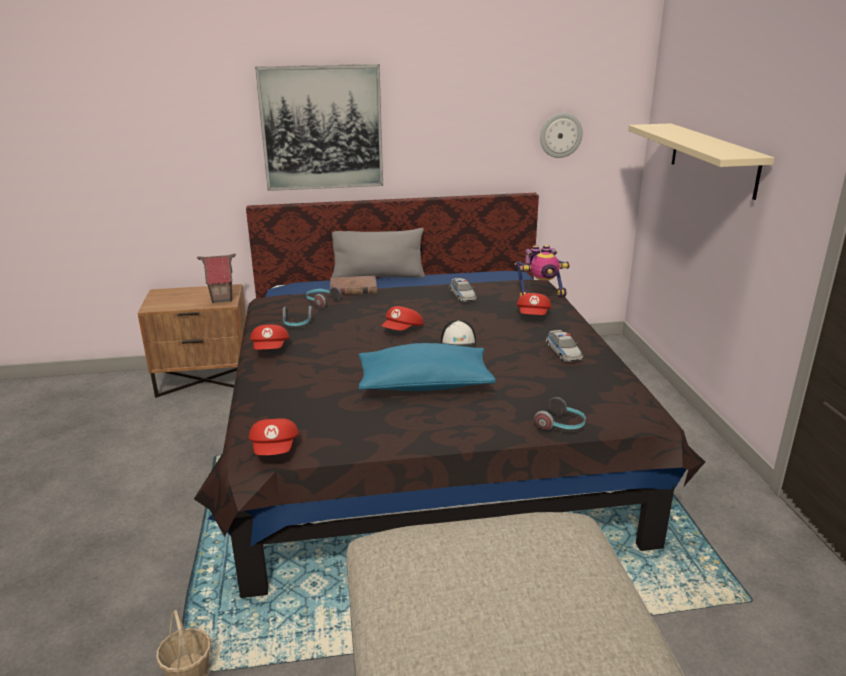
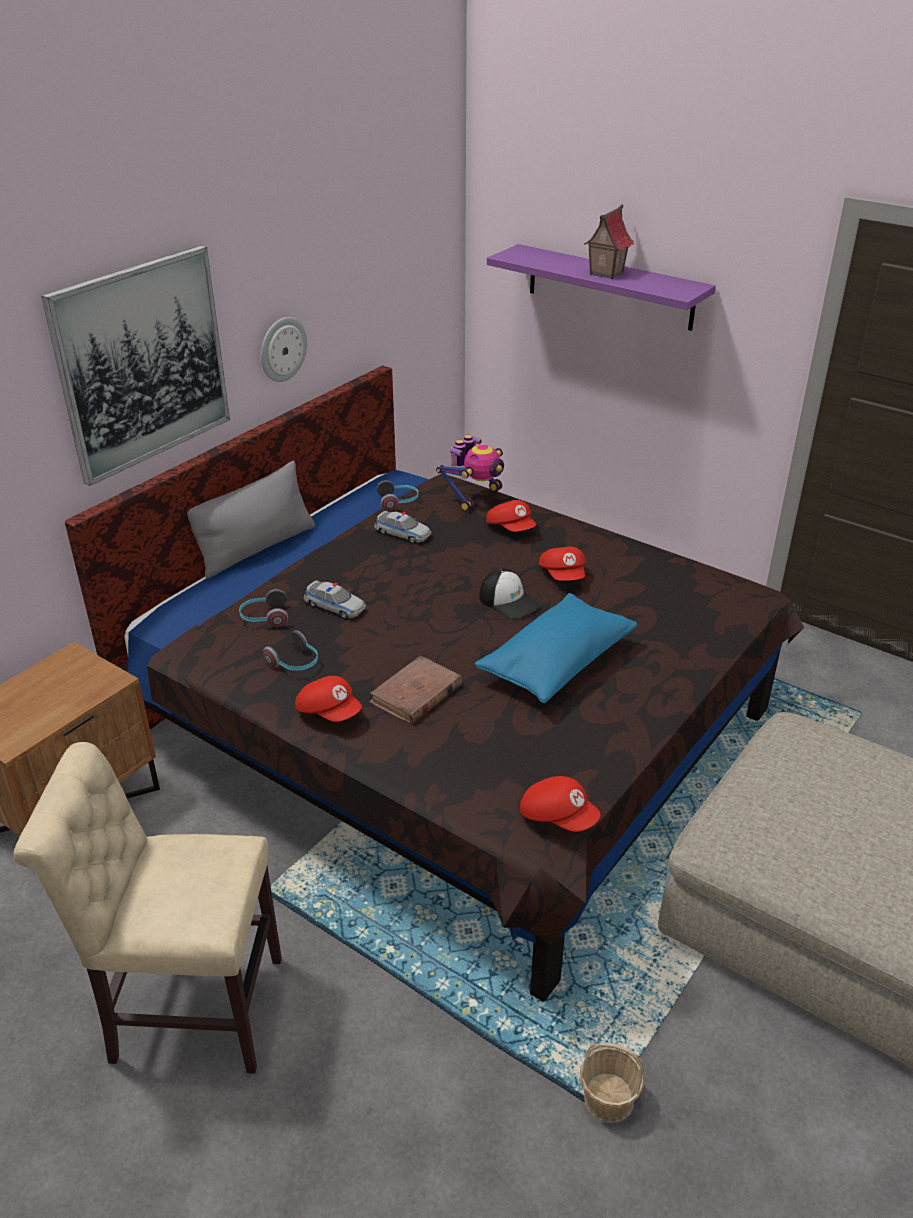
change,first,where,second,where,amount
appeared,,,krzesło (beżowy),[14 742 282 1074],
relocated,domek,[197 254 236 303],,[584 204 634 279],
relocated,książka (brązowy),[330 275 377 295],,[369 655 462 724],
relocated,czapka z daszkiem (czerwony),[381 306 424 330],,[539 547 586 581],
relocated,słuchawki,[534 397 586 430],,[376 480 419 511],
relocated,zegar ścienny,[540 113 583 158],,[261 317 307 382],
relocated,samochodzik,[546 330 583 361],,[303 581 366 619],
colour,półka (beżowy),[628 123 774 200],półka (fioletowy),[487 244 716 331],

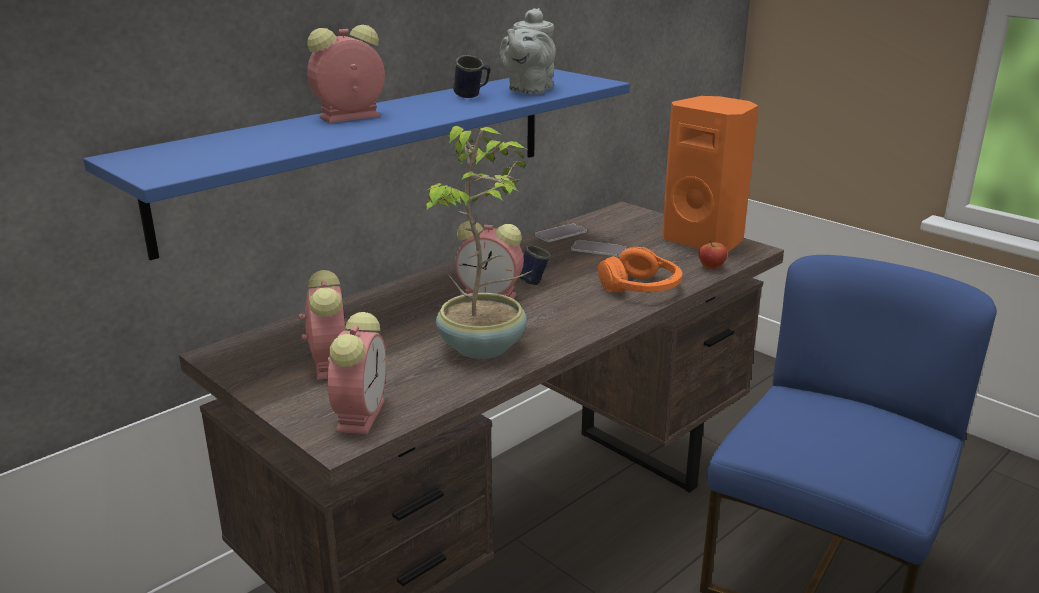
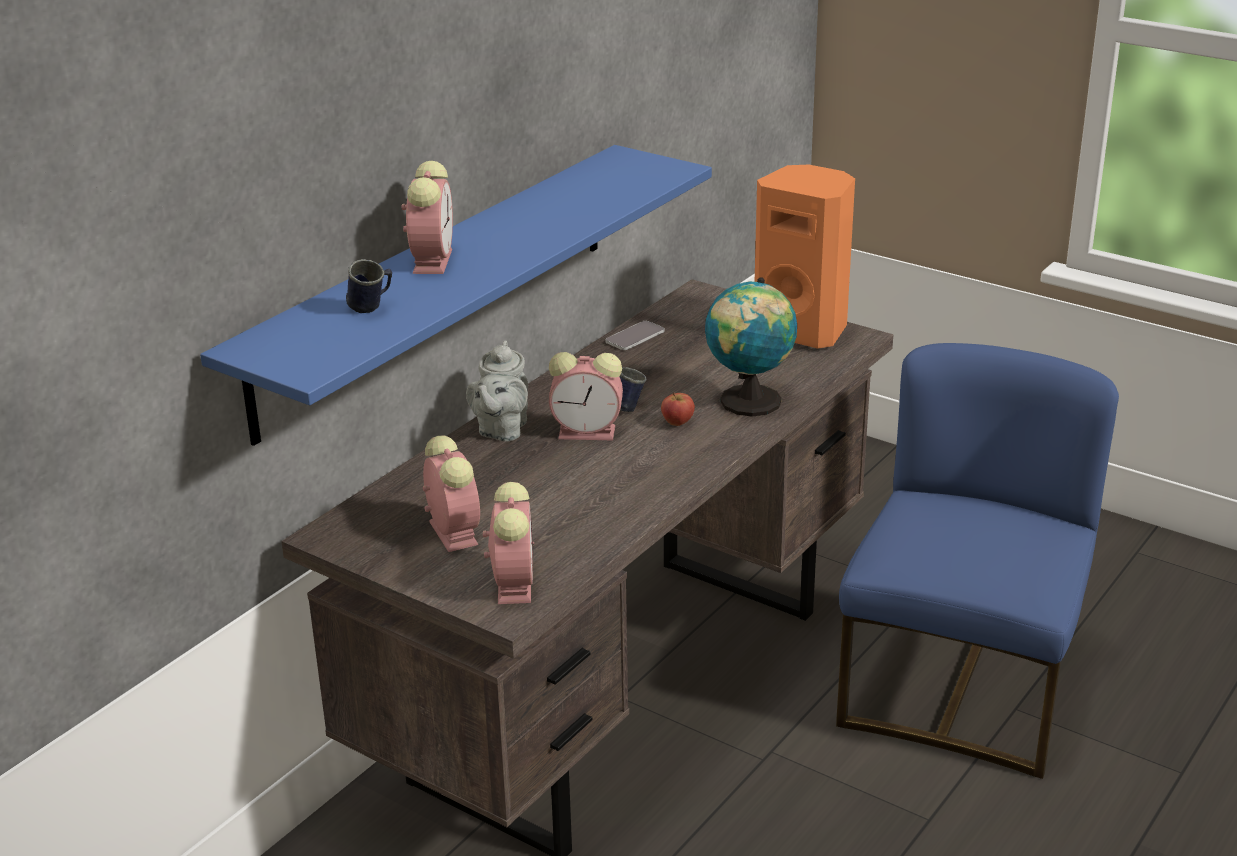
change,first,where,second,where,amount
missing,roślina doniczkowa,[420 125 532 359],,,
missing,telefon,[571 240 627 257],,,
relocated,kubek (niebieski),[453 55 491 98],,[346 259 392 313],
relocated,imbryk (szary),[500 8 556 94],,[466 341 528 442],
relocated,jabłko,[699 240 727 269],,[661 393 695 426],
exchanged,słuchawki (pomarańczowy),[598 247 682 292],globus,[705 277 797 417],
spun,budzik,[307 25 385 123],,[401 160 453 274],135 degrees clockwise

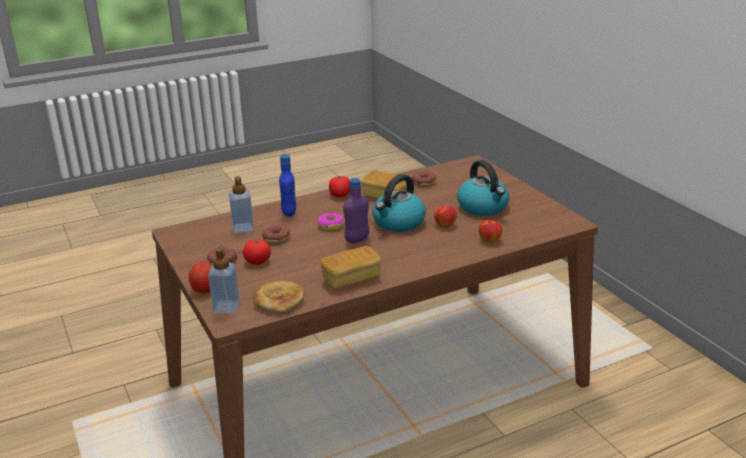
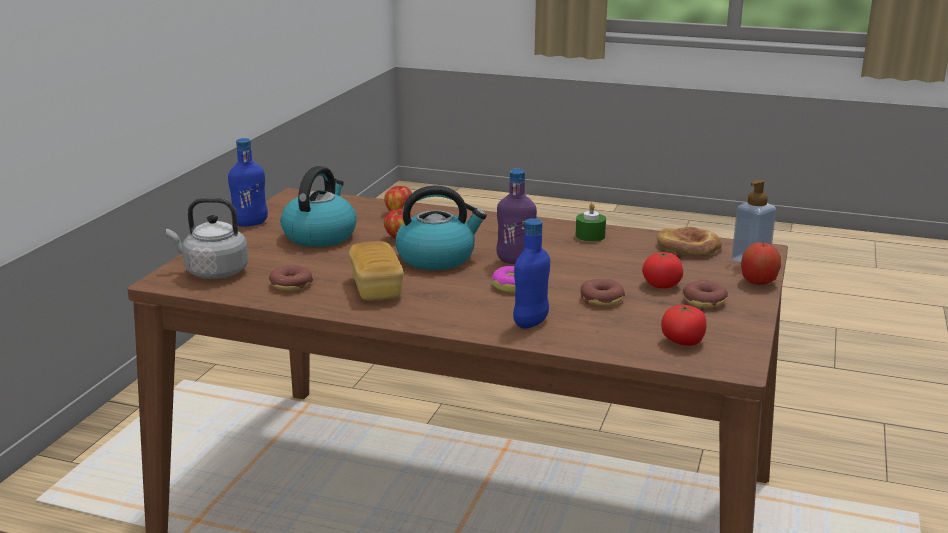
change,first,where,second,where,amount
missing,dozownik mydła,[229 176 254 233],,,
appeared,,,czajnik (szary),[166 198 248 279],
appeared,,,butelka (niebieski),[228 138 268 227],
relocated,pomidor,[329 175 350 197],,[661 304 707 346],
exchanged,chleb,[321 246 381 289],świeca (zielony),[575 202 606 242],

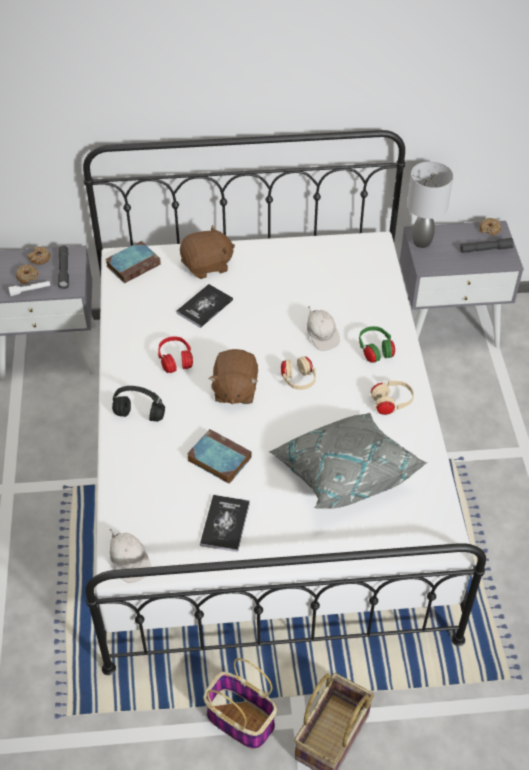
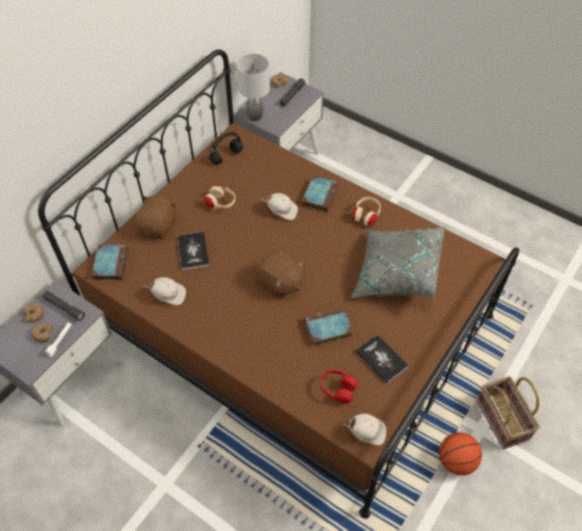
change,first,where,second,where,amount
appeared,,,czapka z daszkiem (biały),[144 277 186 305],
relocated,słuchawki (czarny),[112 386 165 422],,[209 132 243 164],
relocated,słuchawki (czerwony),[158 336 193 373],,[320 370 359 404],
relocated,słuchawki (beżowy),[281 356 316 390],,[204 185 235 208],
exchanged,koszyk,[204 658 277 749],piłka do koszykówki,[439 432 482 475],
exchanged,słuchawki (zielony),[359 326 395 363],książka,[302 176 339 212],
colour,łóżko (biały),[83 130 486 675],łóżko (brązowy),[38 50 519 519],

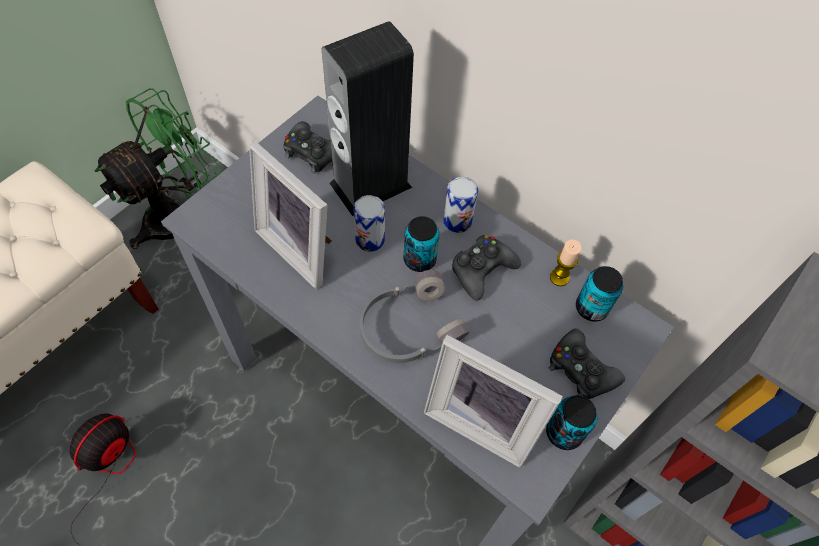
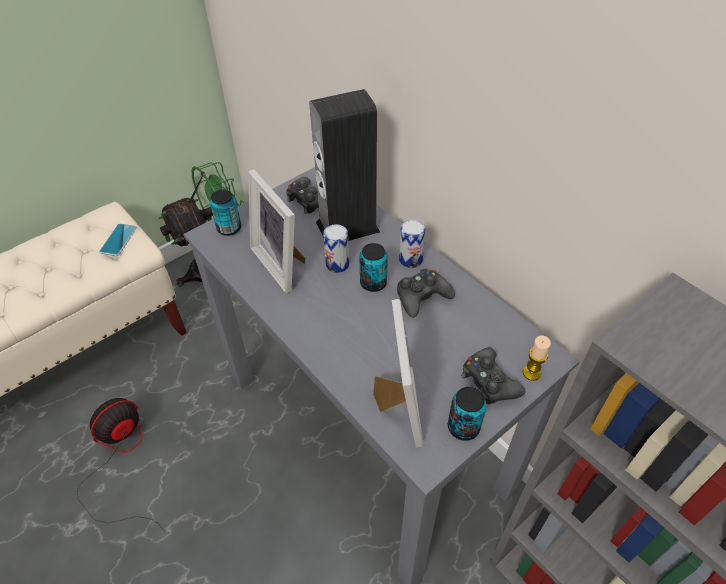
change,first,where,second,where,amount
missing,słuchawki (szary),[360 270 470 363],,,
appeared,,,telefon,[99 224 137 256],
relocated,świeca,[550 239 582 286],,[523 335 551 381],
relocated,puszka,[576 266 623 321],,[210 189 241 236],
spun,ramka na zdjęcie,[424 335 563 468],,[373 299 424 448],135 degrees counterclockwise

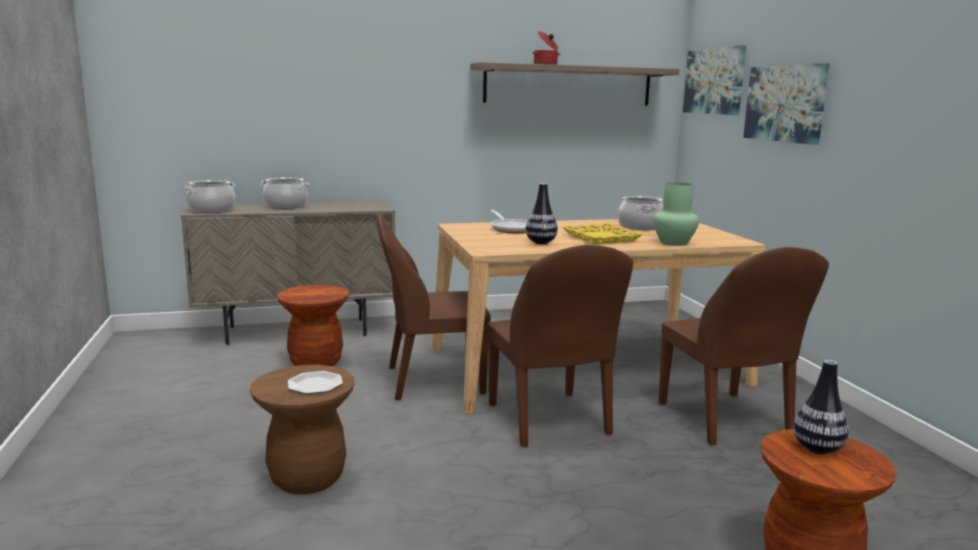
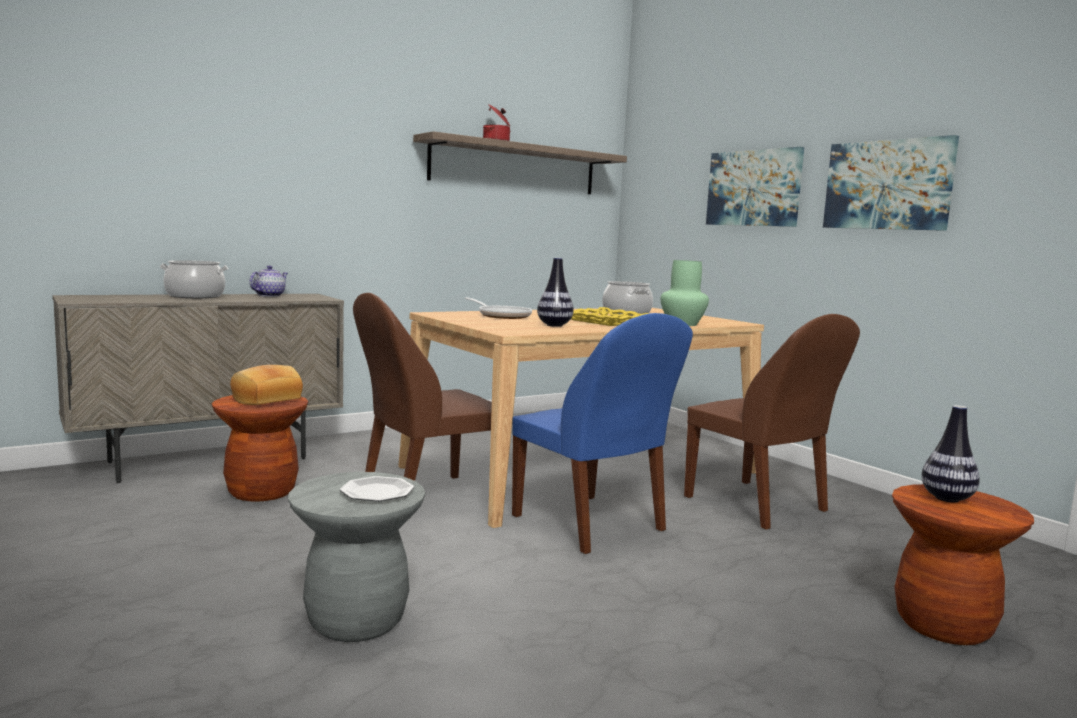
change,first,where,second,where,amount
missing,garnek,[184 180 236 213],,,
appeared,,,chleb,[230 365 303 405],
appeared,,,imbryk,[249 265 288 297],
relocated,obraz,[683 45 746 115],,[823 135 959 231],
colour,stołek (brązowy),[250 365 355 494],stołek (szary),[288 472 425 642],
colour,krzesło (brązowy),[487 245 634 447],krzesło (niebieski),[512 313 693 554],

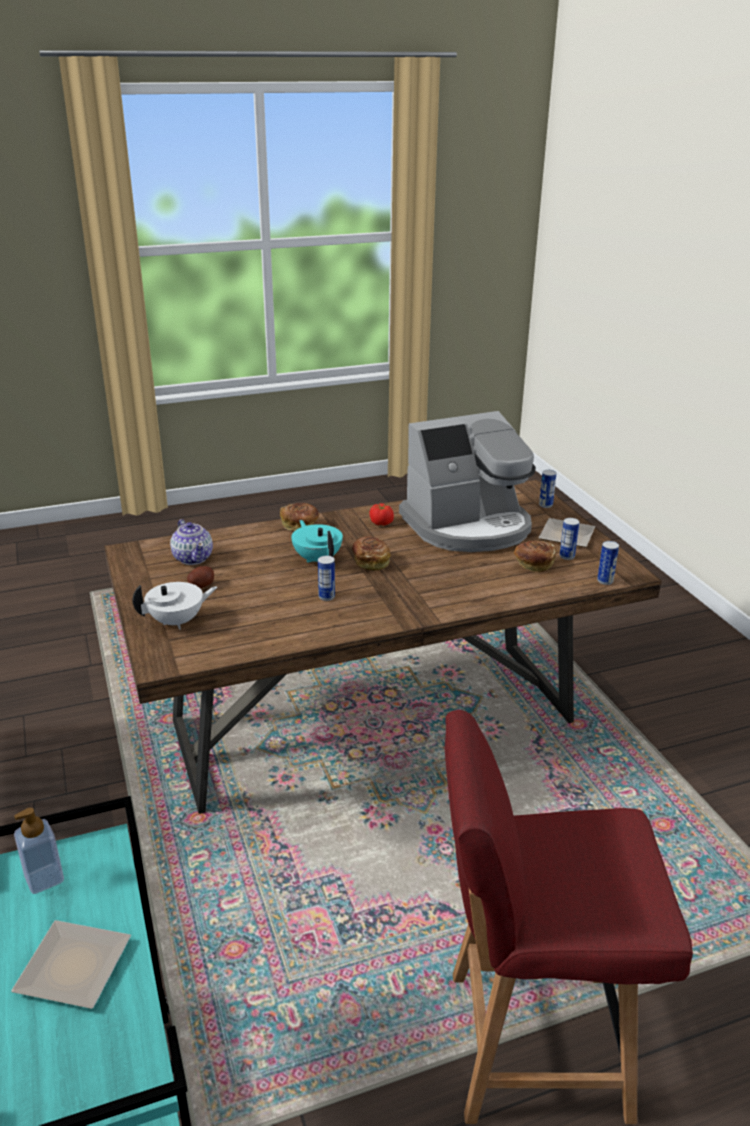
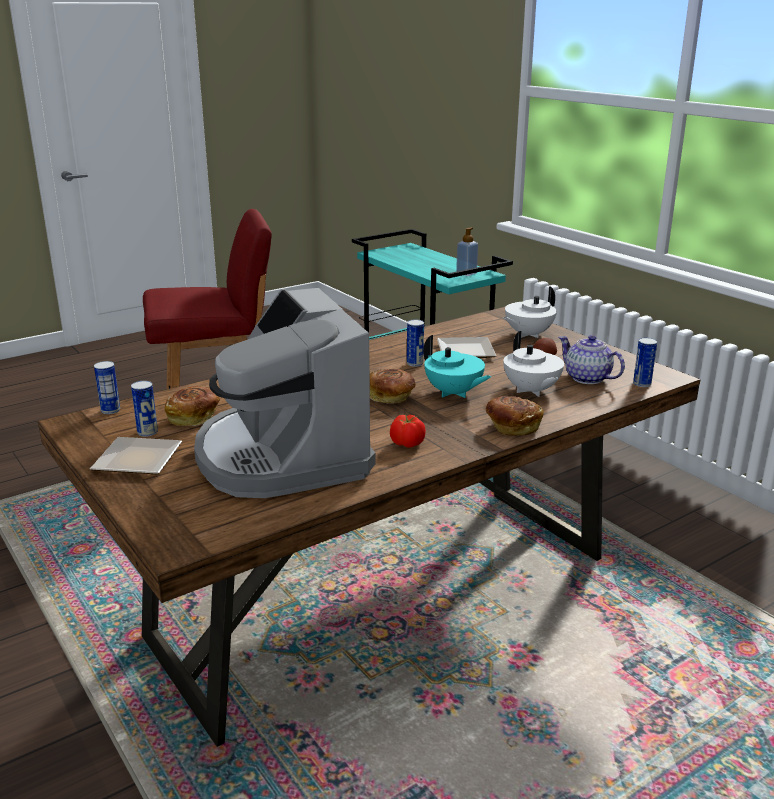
change,first,where,second,where,amount
appeared,,,imbryk (biały),[503 331 564 397],
relocated,talerz,[11 920 131 1009],,[437 337 496 358],
relocated,puszka,[539 470 556 508],,[633 338 657 387],
spun,ekspres do kawy,[399 411 536 552],,[194 288 375 498],75 degrees counterclockwise

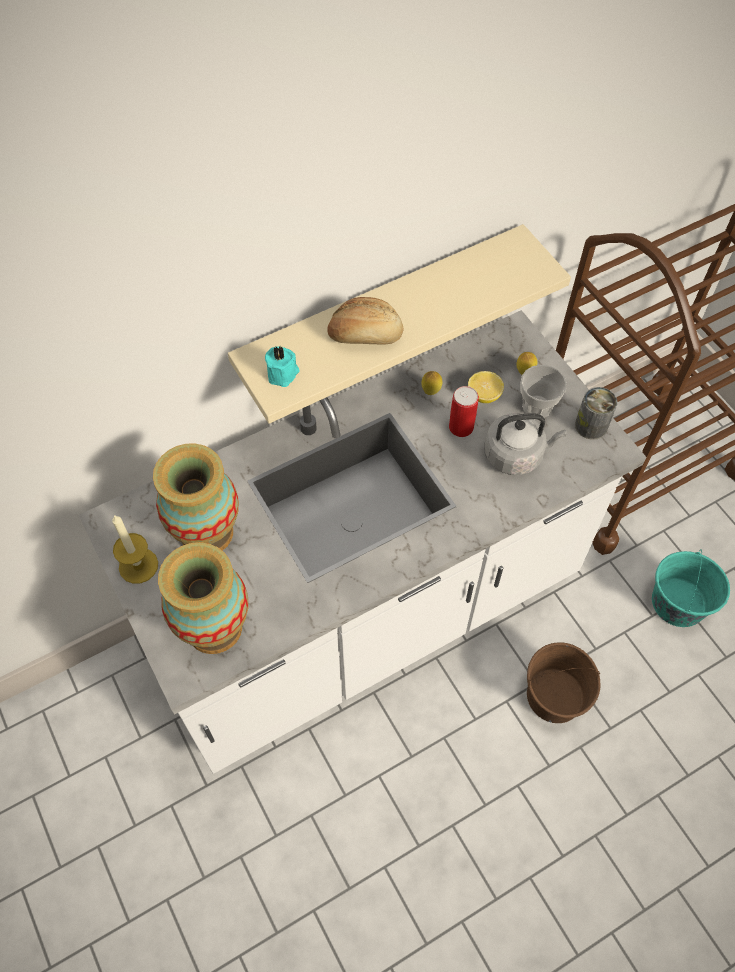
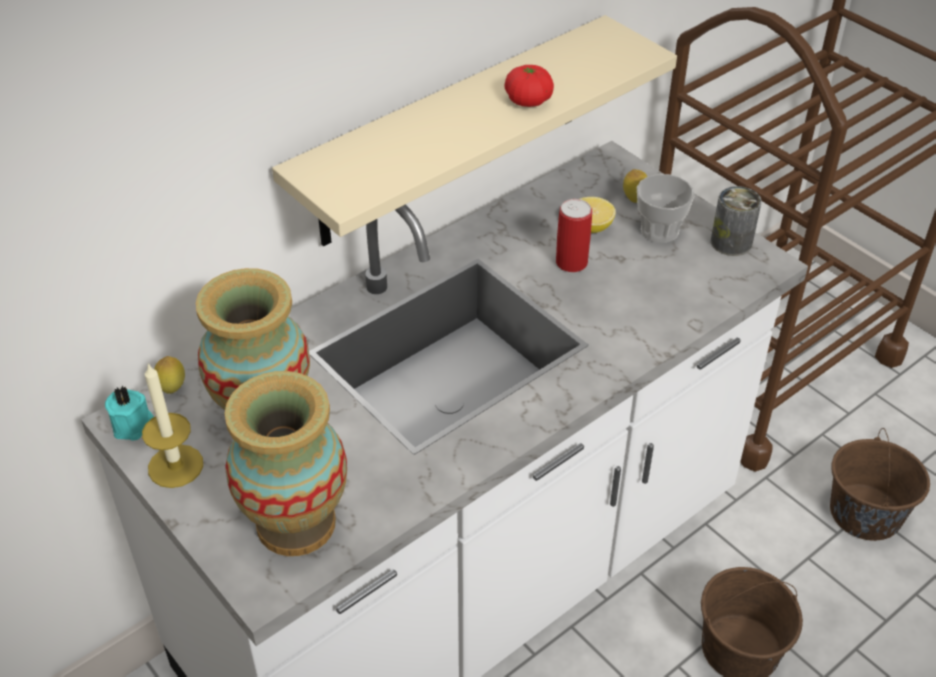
change,first,where,second,where,amount
missing,chleb,[327 297 404 345],,,
missing,czajnik (szary),[484 413 567 475],,,
appeared,,,pomidor,[504 65 554 107],
relocated,świeca (turkusowy),[265 346 300 387],,[105 386 154 441],
relocated,cytryna,[422 371 442 395],,[154 356 185 394],
colour,wiadro (turkusowy),[652 549 730 627],wiadro (brązowy),[830 428 930 541],

